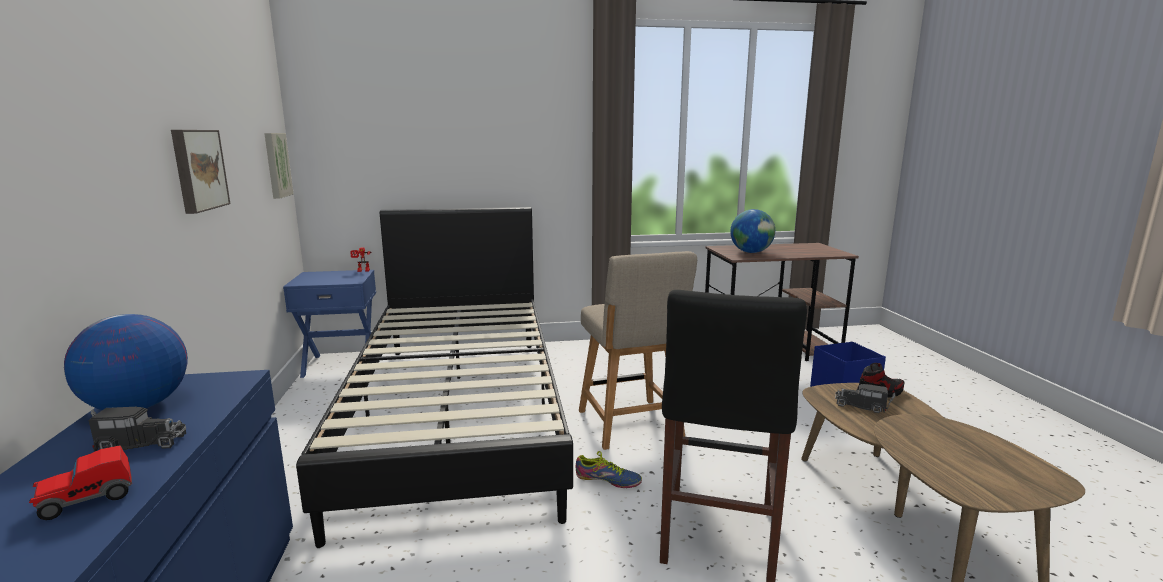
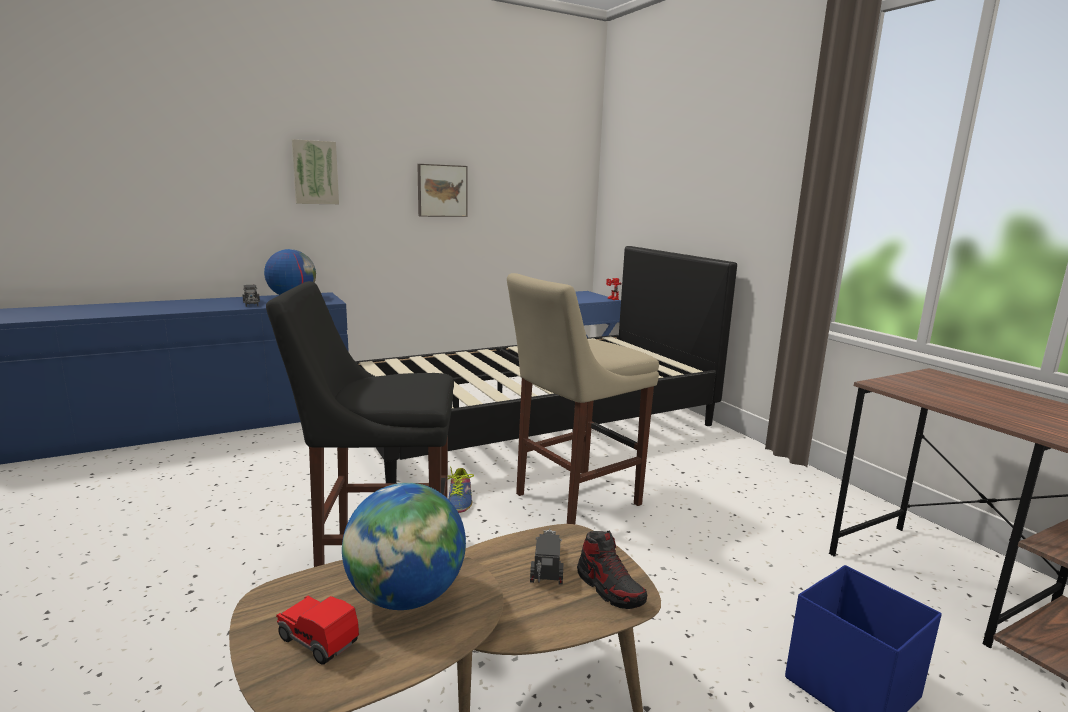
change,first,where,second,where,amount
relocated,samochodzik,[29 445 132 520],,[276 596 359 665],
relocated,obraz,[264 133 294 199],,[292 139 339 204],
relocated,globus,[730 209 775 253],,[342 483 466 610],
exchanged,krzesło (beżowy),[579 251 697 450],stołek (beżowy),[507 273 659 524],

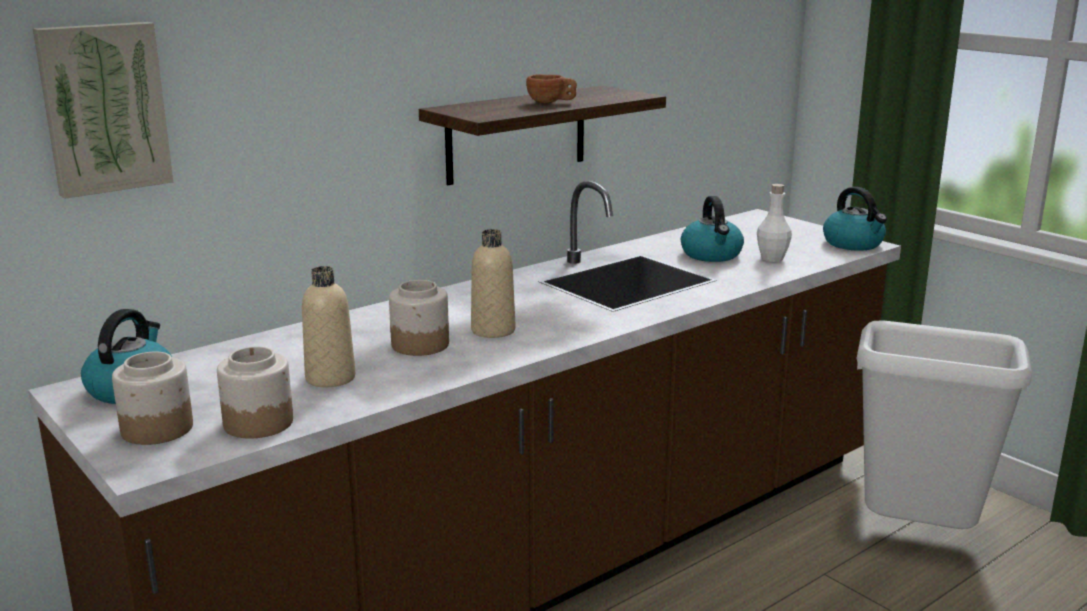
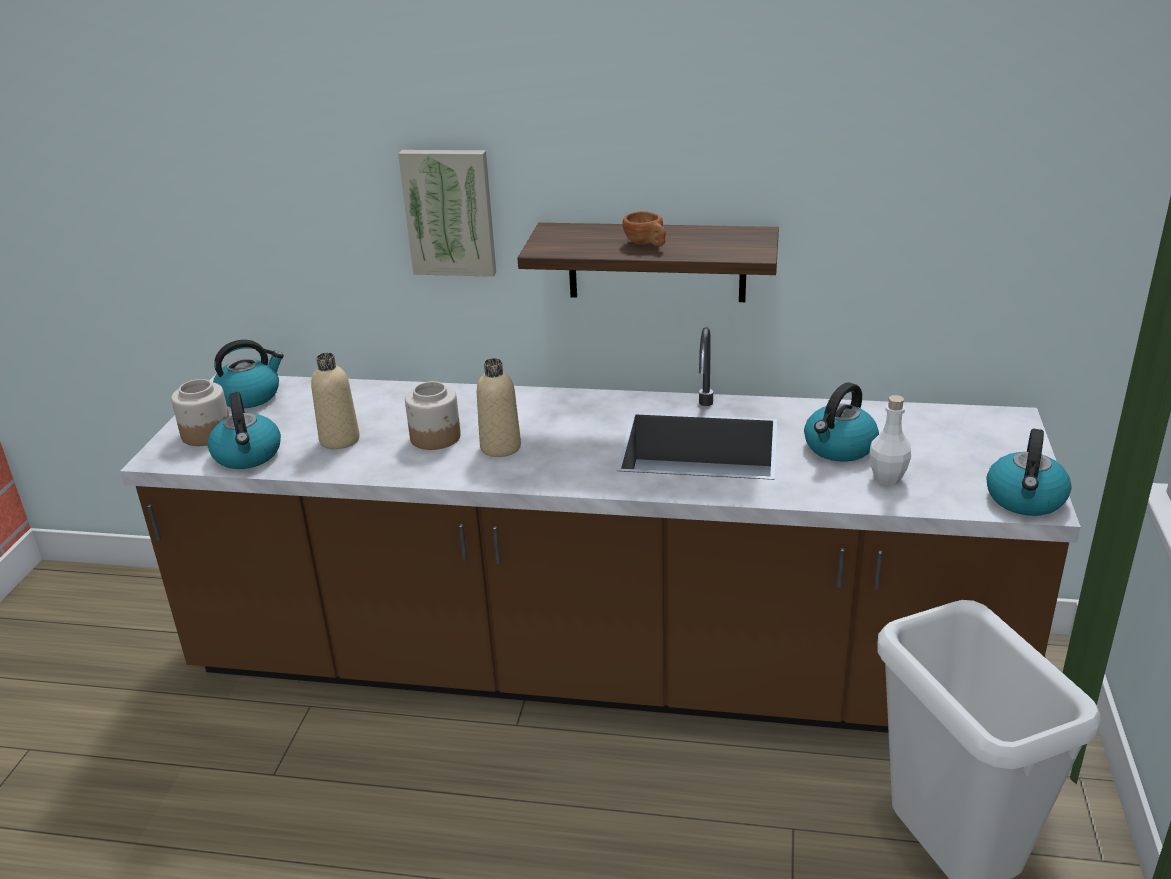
change,first,where,second,where,amount
relocated,obraz,[33 22 173 199],,[398 150 496 277],
exchanged,słoik,[217 347 293 439],czajnik,[208 392 281 469],

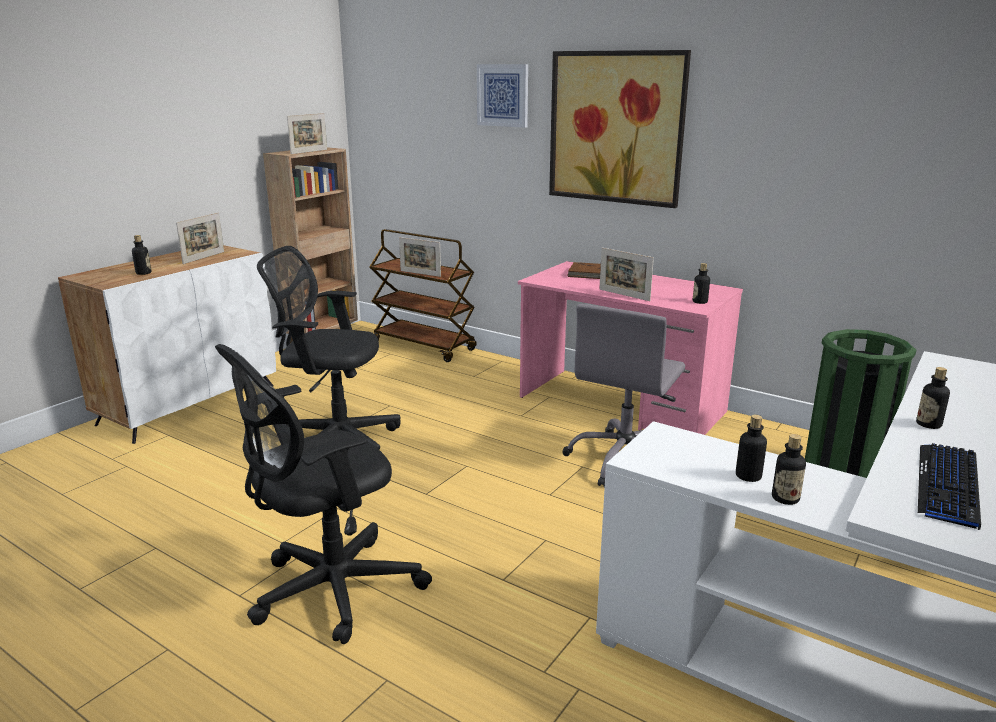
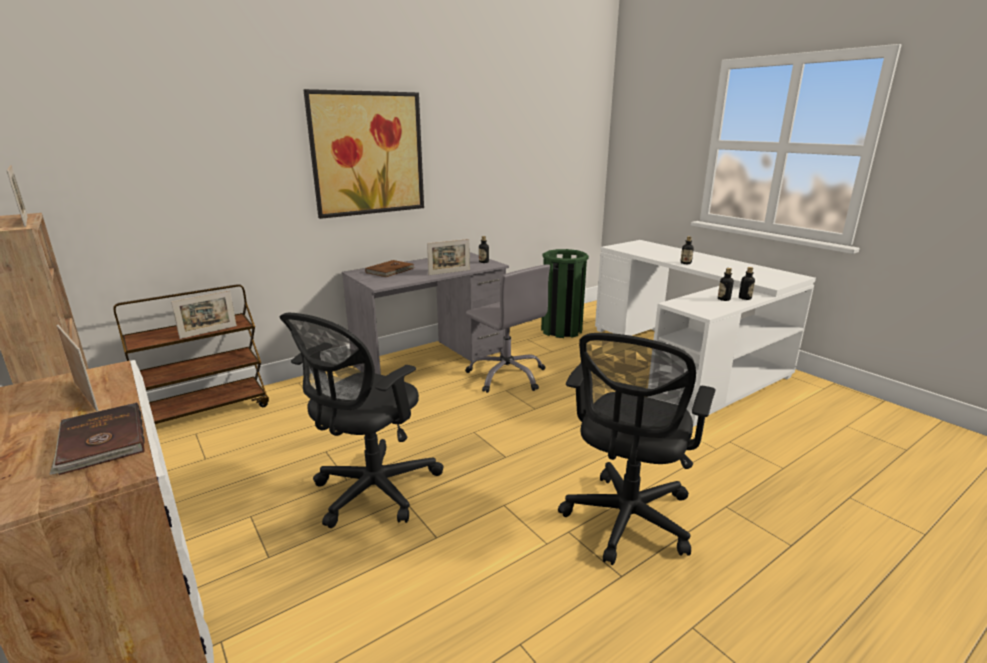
change,first,where,second,where,amount
missing,obraz,[477 64 528 128],,,
missing,klawiatura,[918 443 981 530],,,
exchanged,butelka,[132 235 152 275],książka (brązowy),[49 402 145 475],
colour,biurko (różowy),[518 261 743 435],biurko (szary),[342 252 509 375],
spun,krzesło biurowe (czarny),[215 344 432 644],,[558 333 715 565],45 degrees clockwise

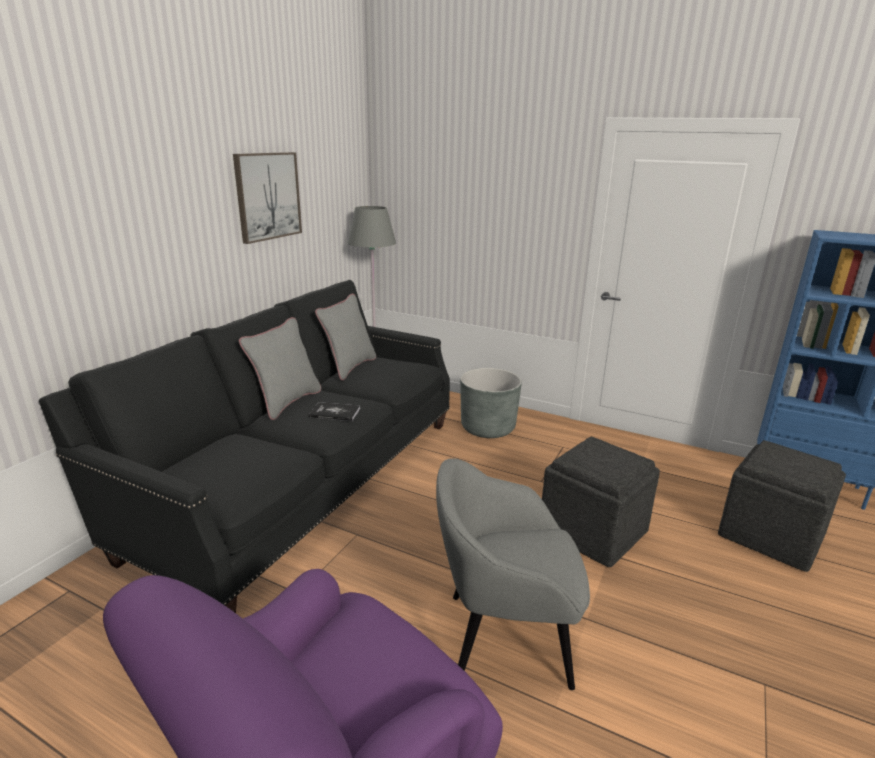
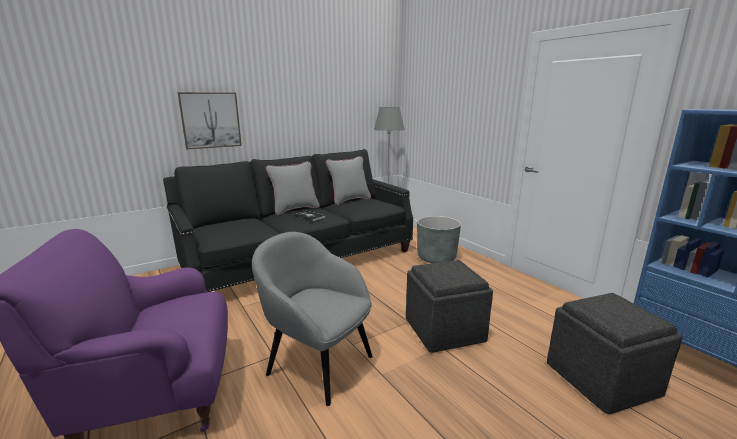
change,first,where,second,where,amount
relocated,obraz,[233 152 302 244],,[178 92 242 150],

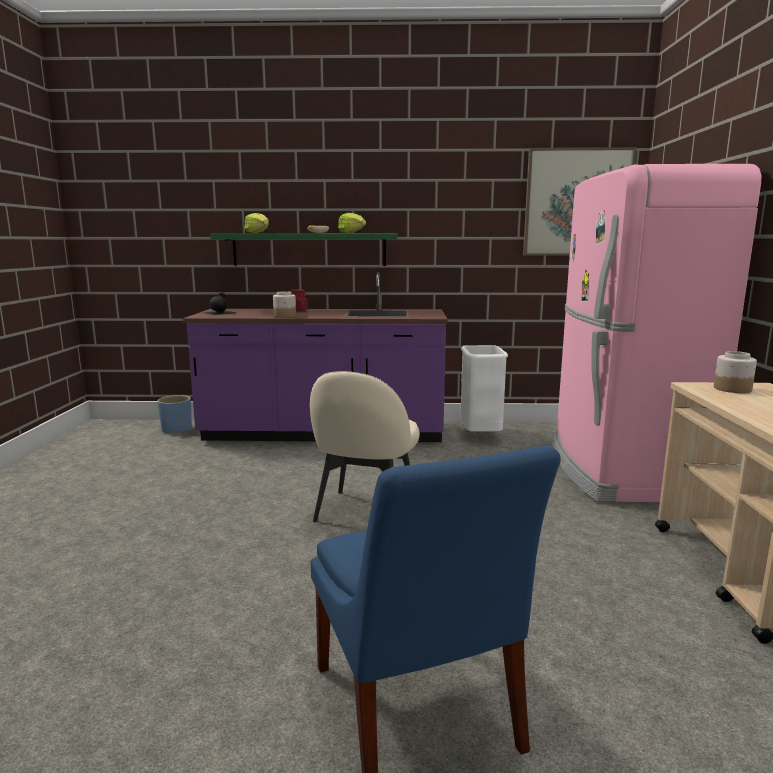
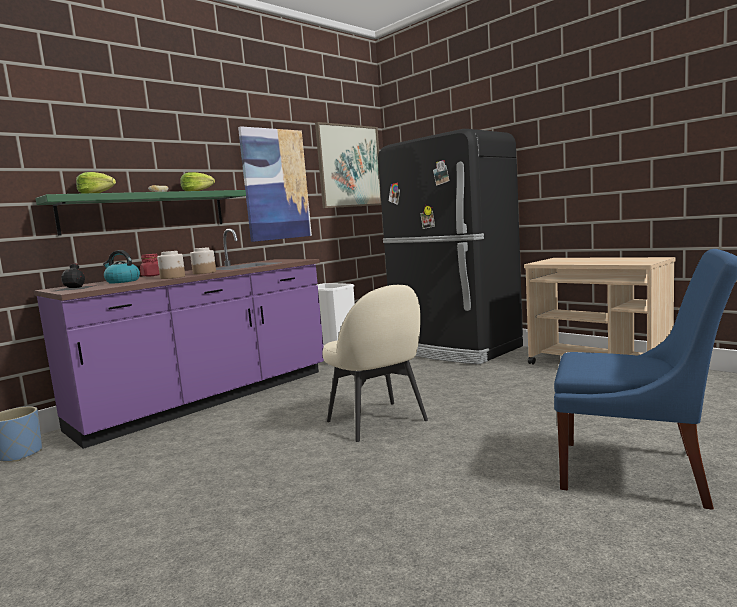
change,first,where,second,where,amount
appeared,,,czajnik,[103 250 140 284],
appeared,,,obraz,[238 126 312 242],
relocated,słoik,[714 351 757 393],,[190 247 216 274],
colour,lodówka (różowy),[552 164 761 502],lodówka (czarny),[378 129 523 364],

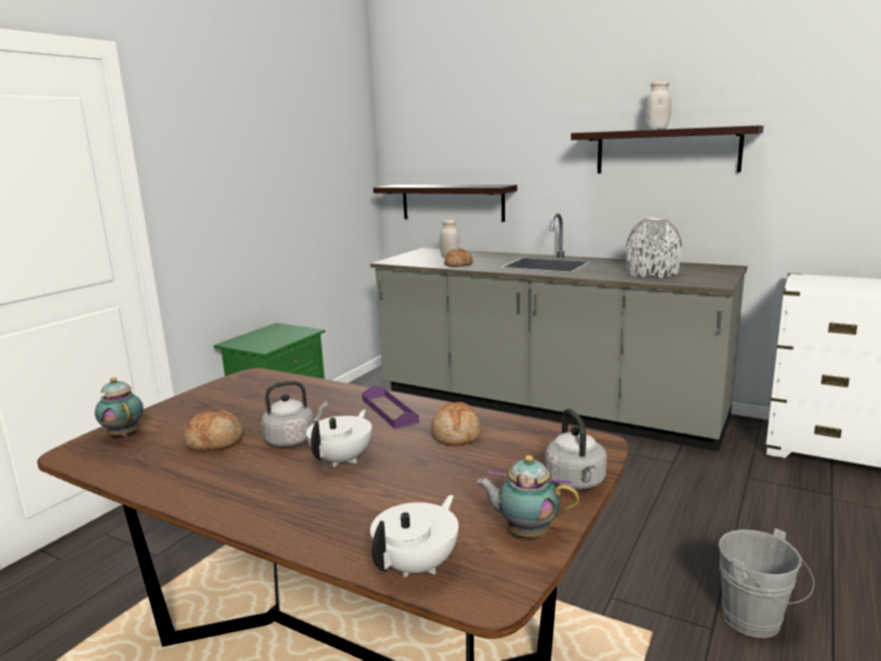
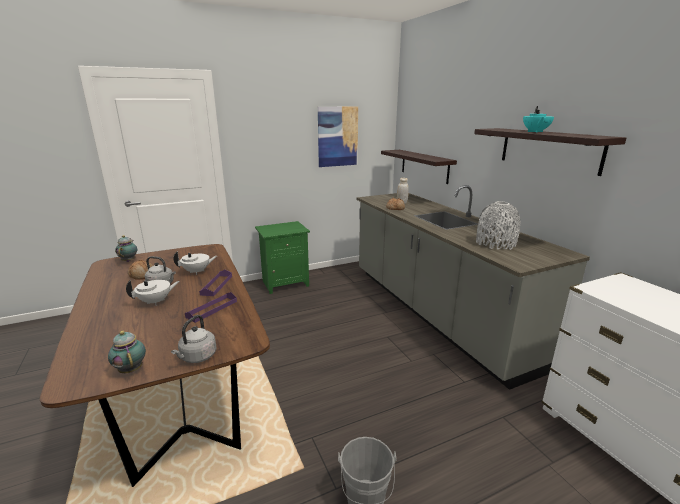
change,first,where,second,where,amount
appeared,,,obraz,[318 107 358 167],
relocated,imbryk (biały),[370 495 459 577],,[174 251 217 275],
exchanged,chleb,[431 402 482 446],taca (fioletowy),[185 292 237 323],
exchanged,słoik (biały),[646 81 671 129],imbryk (turkusowy),[523 106 554 132],

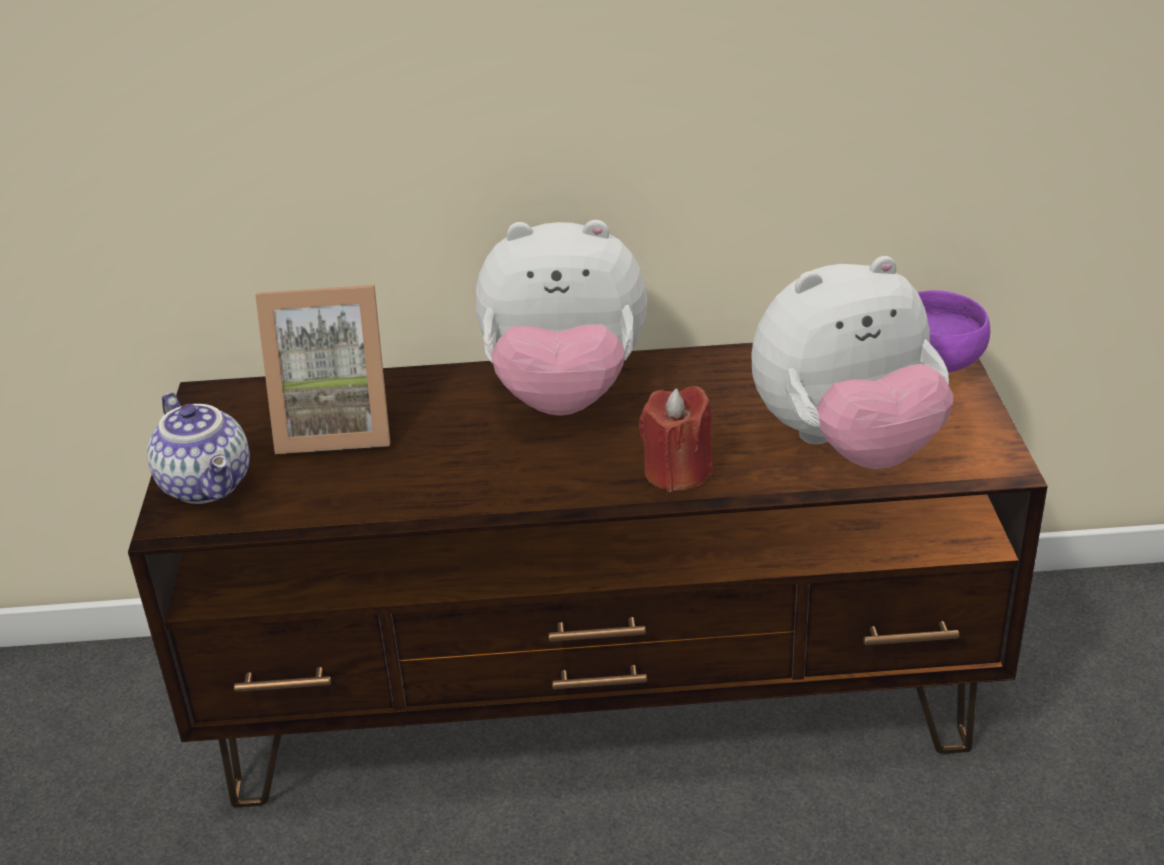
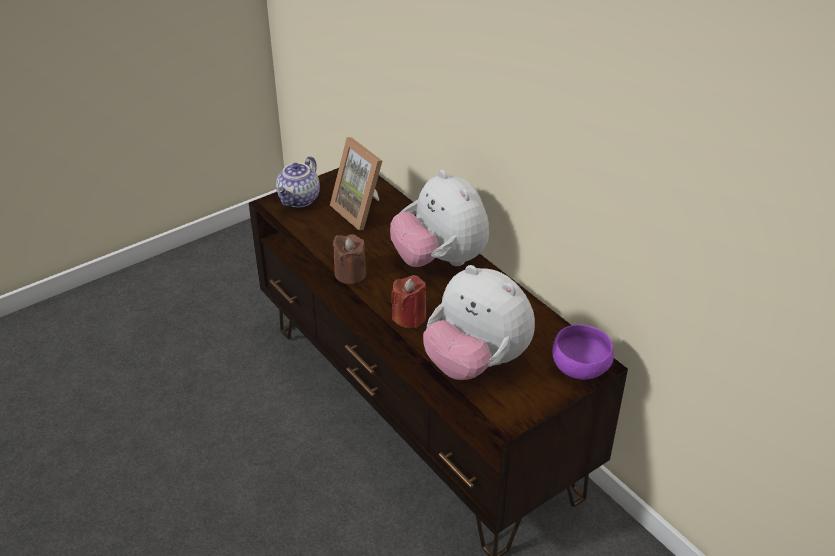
change,first,where,second,where,amount
appeared,,,świeca (brązowy),[333 234 366 284],

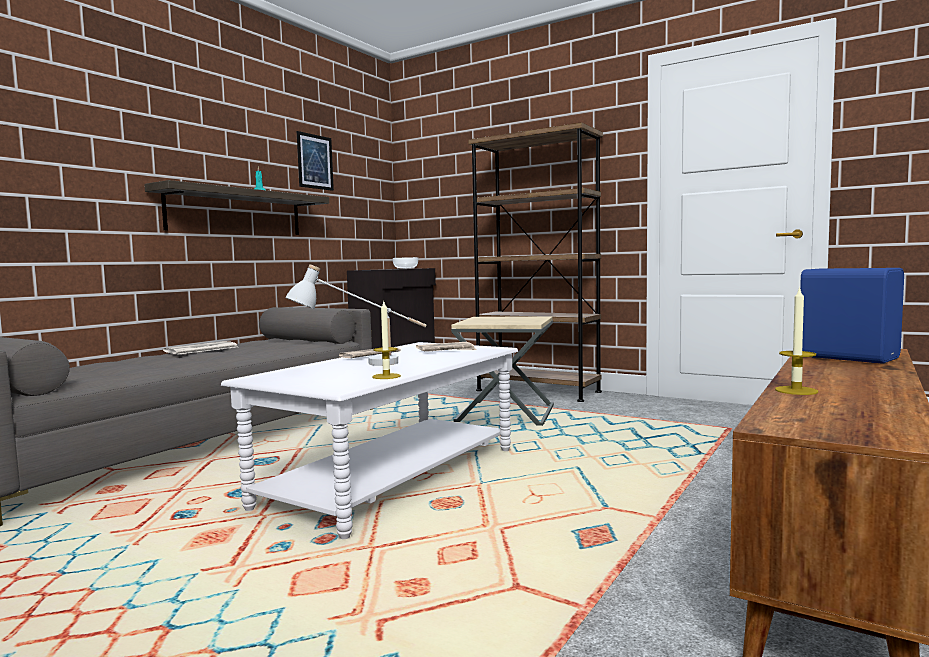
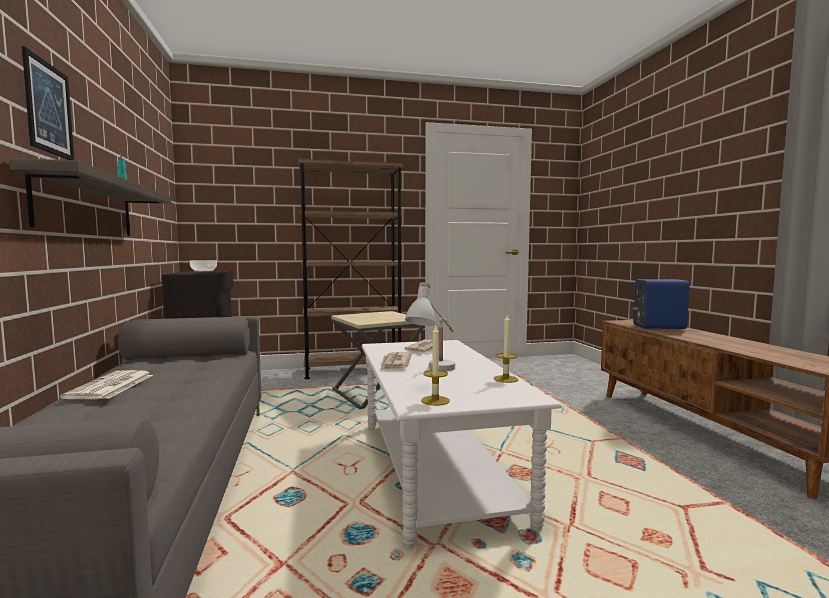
change,first,where,second,where,amount
relocated,obraz,[297 131 334 191],,[22 46 74 160],
relocated,świeca,[775 286 818 395],,[421 326 450 406],

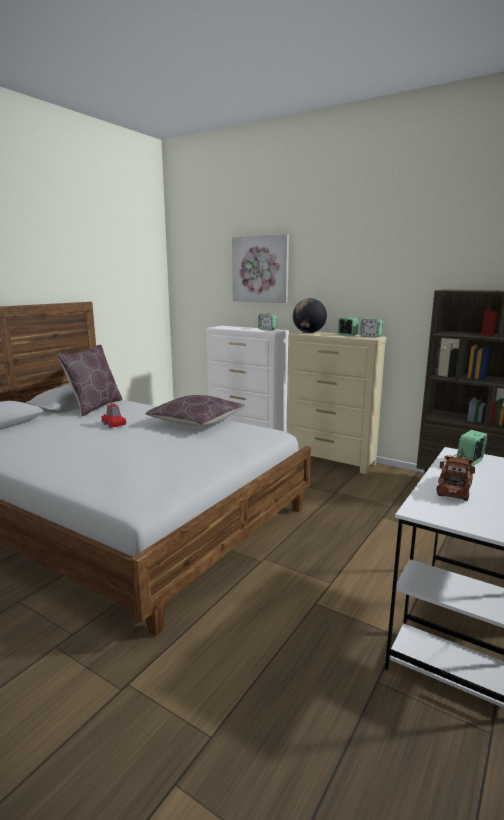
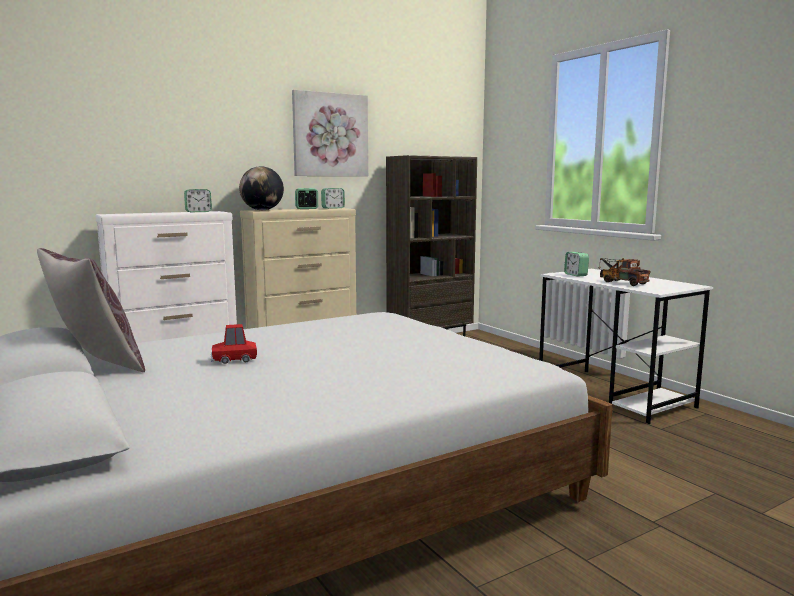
change,first,where,second,where,amount
missing,poduszka (brązowy),[145 395 245 426],,,
relocated,obraz,[232 234 289 303],,[292 90 368 176],

